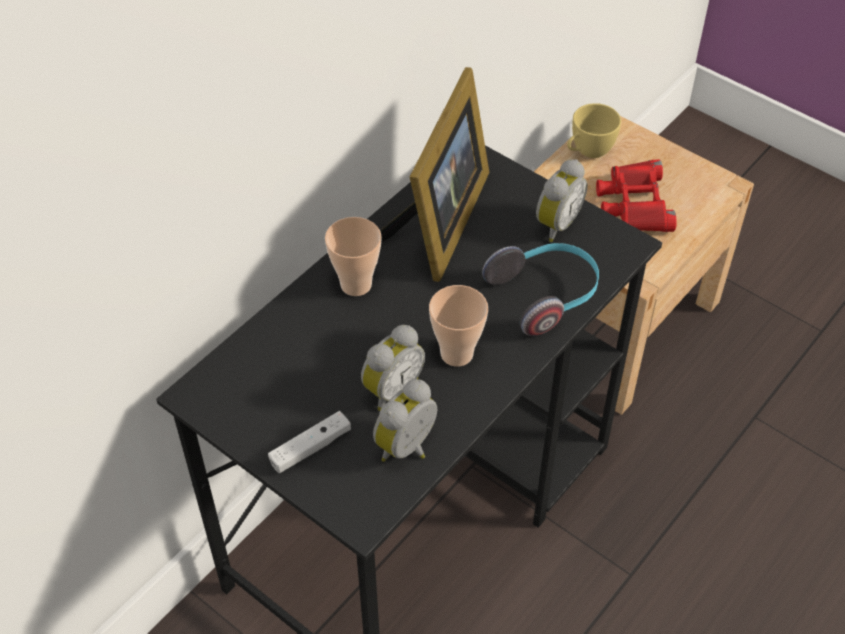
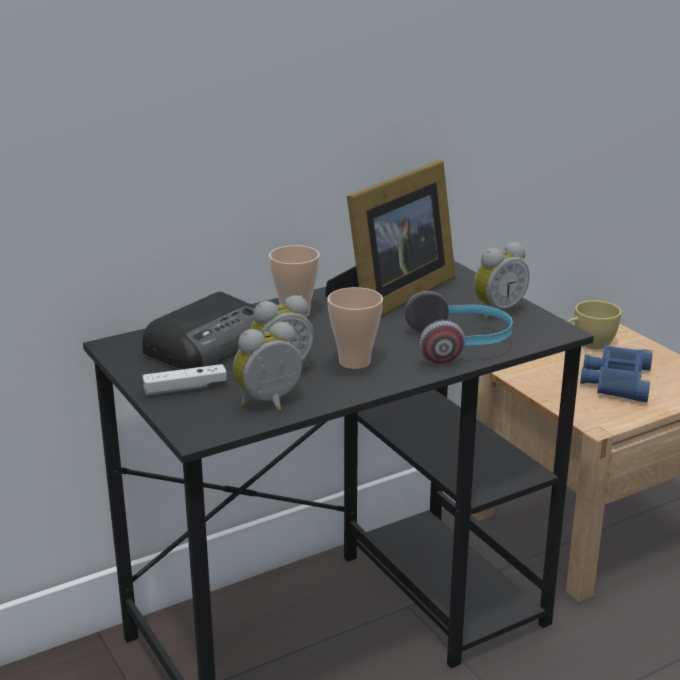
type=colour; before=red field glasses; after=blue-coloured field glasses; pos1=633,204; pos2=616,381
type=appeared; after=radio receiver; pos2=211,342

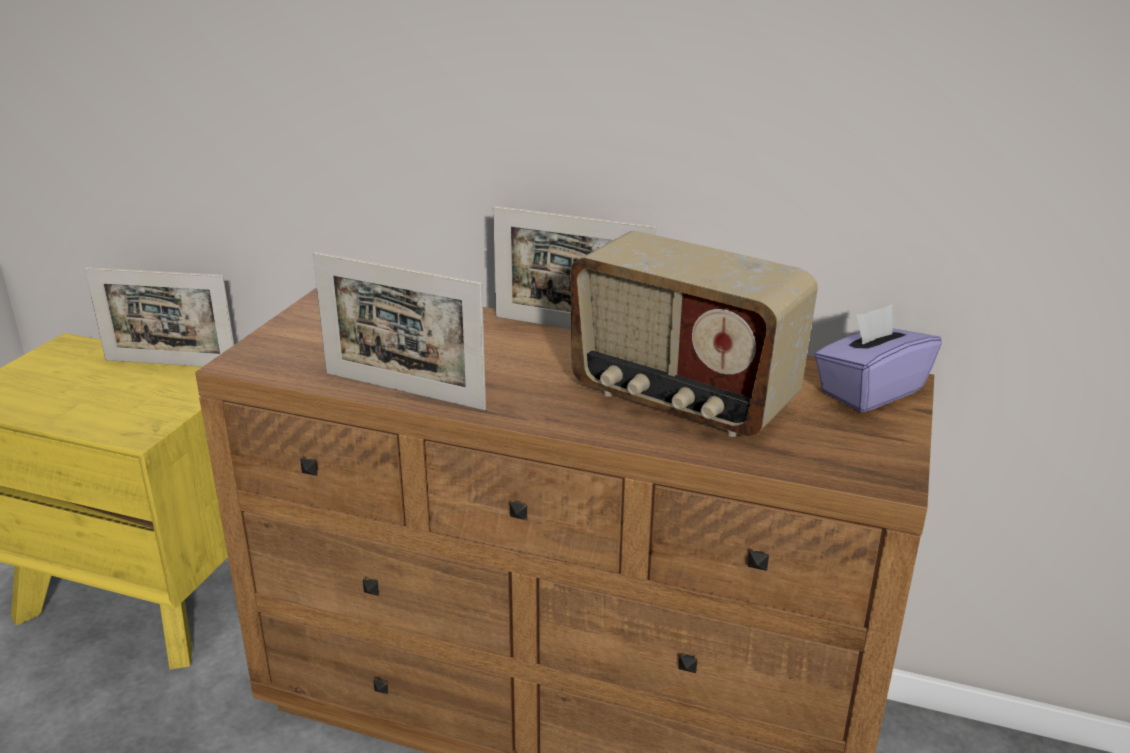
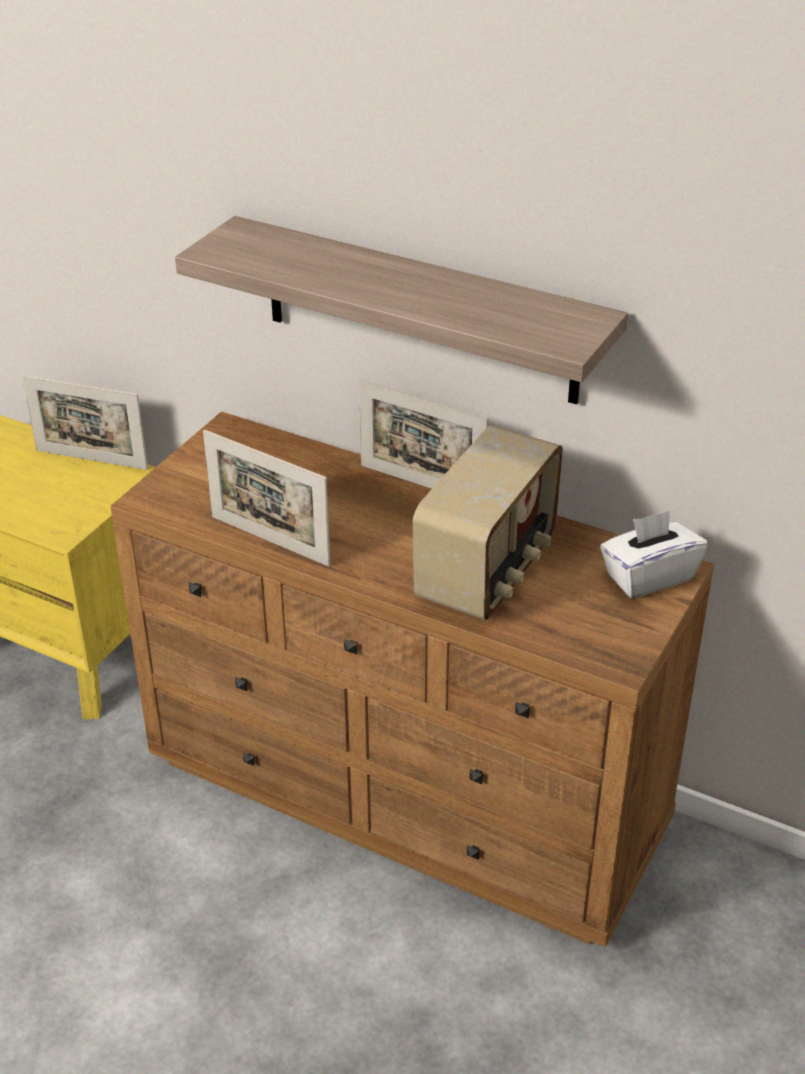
type=spun; before=radio receiver; pos1=681,400; pos2=488,571; turn=-105
type=colour; before=purple-coloured tissue box; after=whitish tissue box; pos1=870,391; pos2=648,577
type=appeared; after=bracket shelf; pos2=419,311

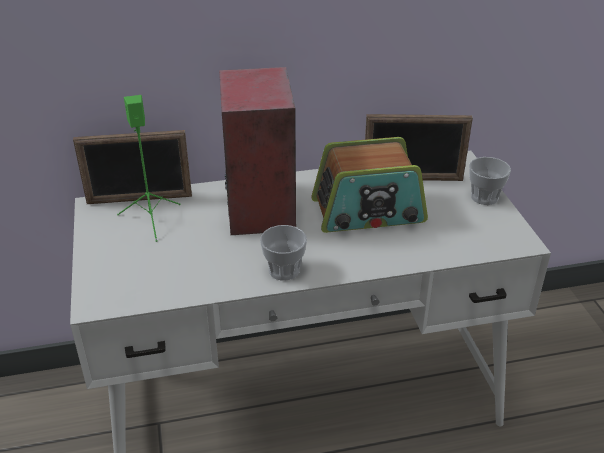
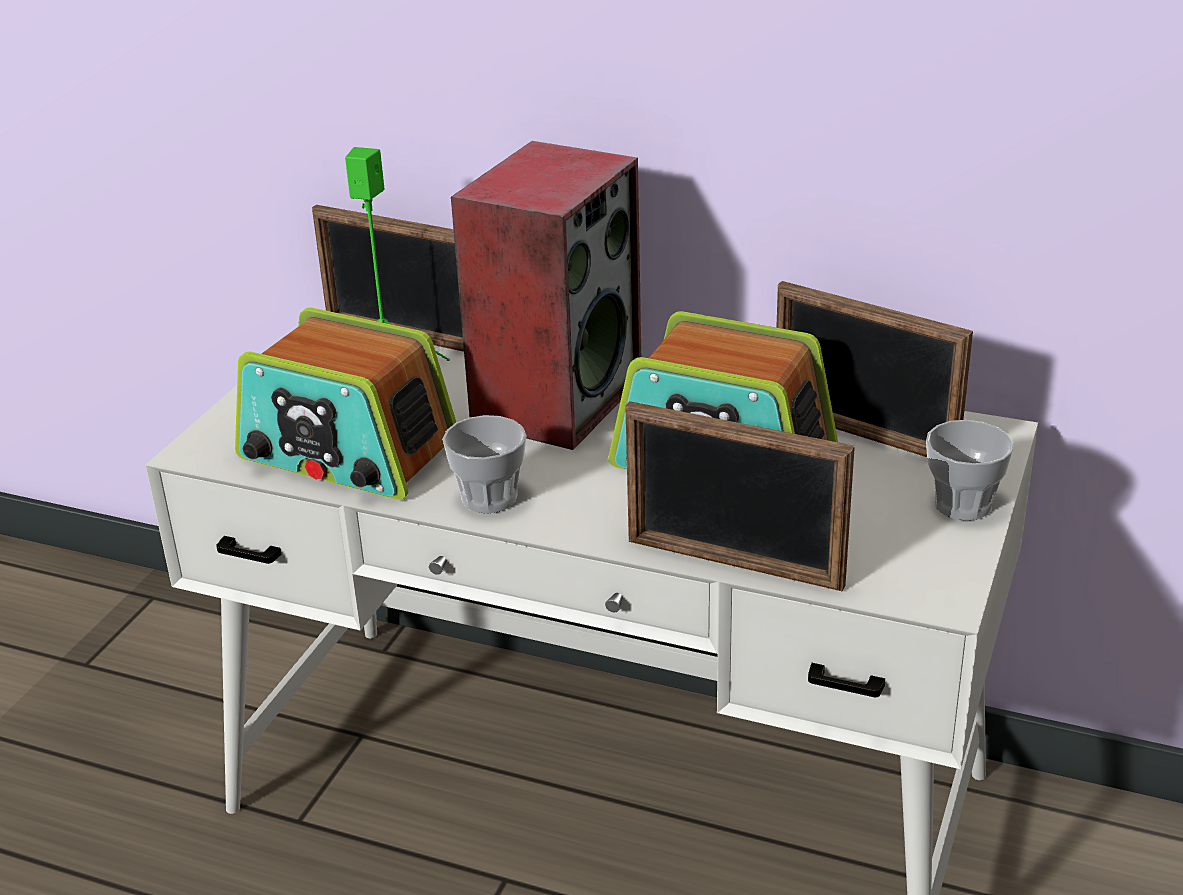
type=appeared; after=radio receiver; pos2=348,454
type=appeared; after=picture frame; pos2=733,564

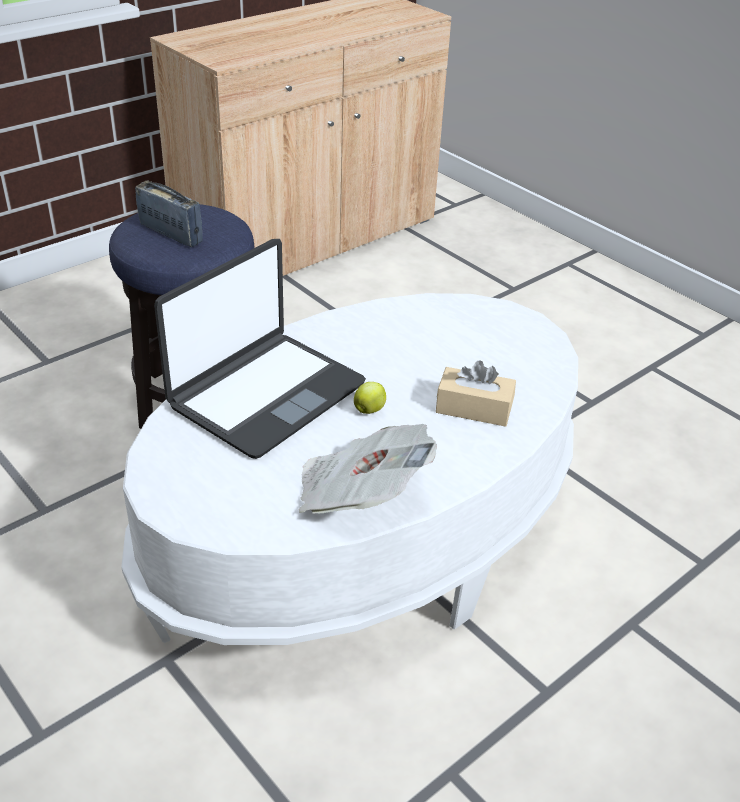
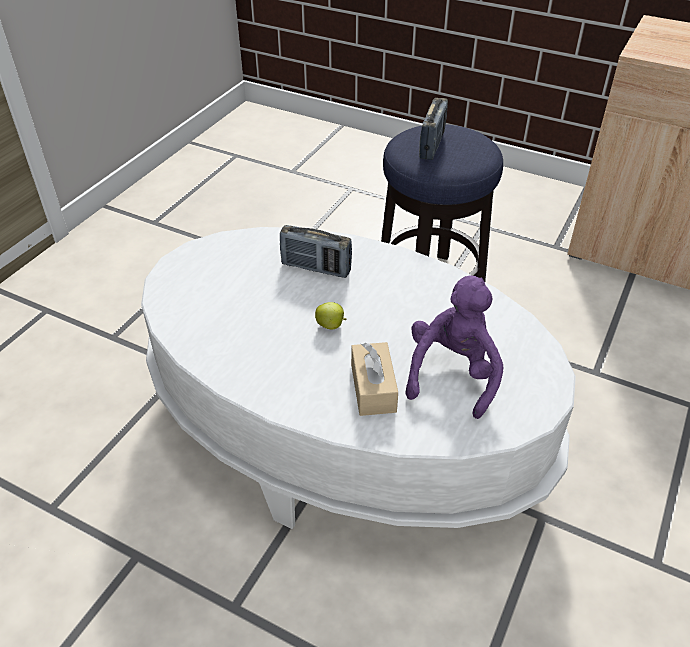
type=exchanged; before=portable computer; after=radio receiver; pos1=266,394; pos2=316,268
type=missing; before=daily paper; pos1=360,495
type=appeared; after=purple-coloured soft toy; pos2=452,374

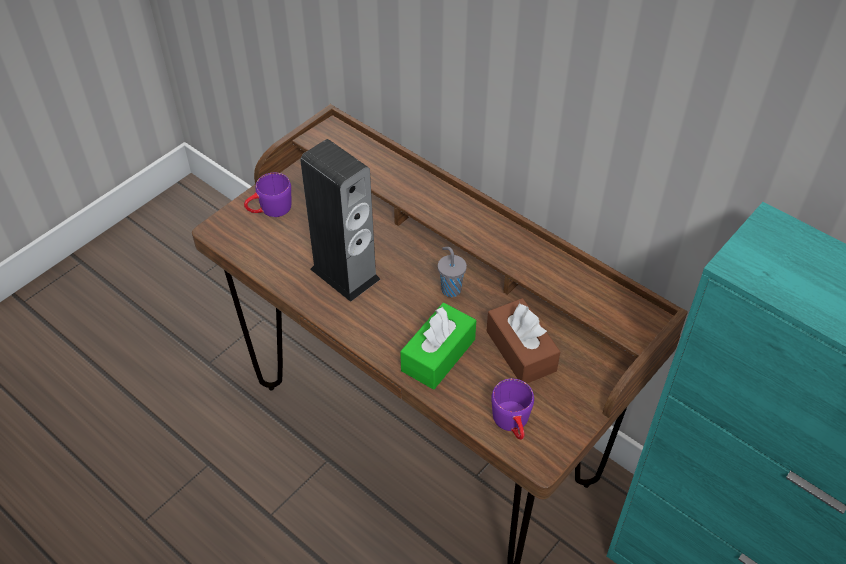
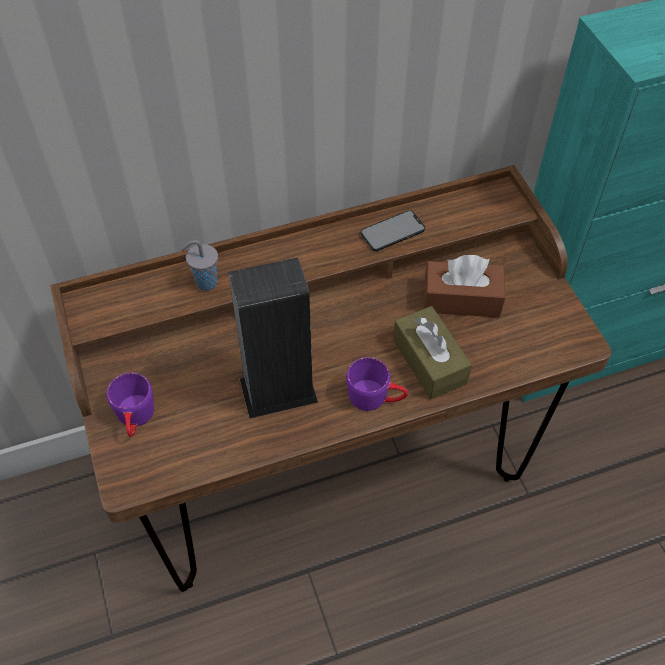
type=relocated; before=gray cup; pos1=450,289; pos2=205,283
type=colour; before=green-coloured tissue box; after=brown tissue box; pos1=438,355; pos2=429,361
type=relocated; before=purple-coloured mug; pos1=513,424; pos2=376,397
type=appeared; after=handset; pos2=392,231

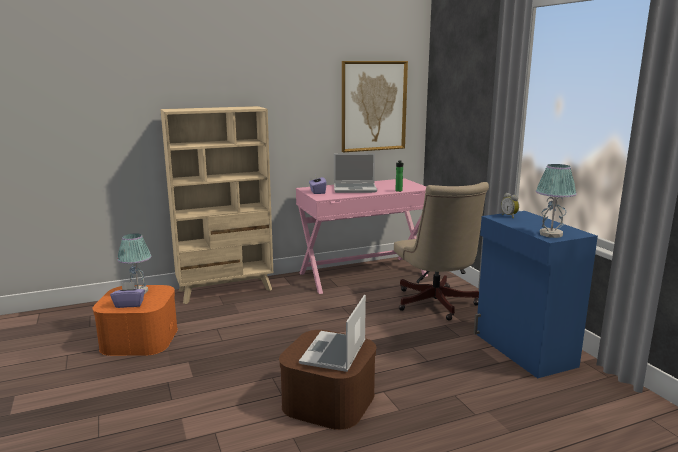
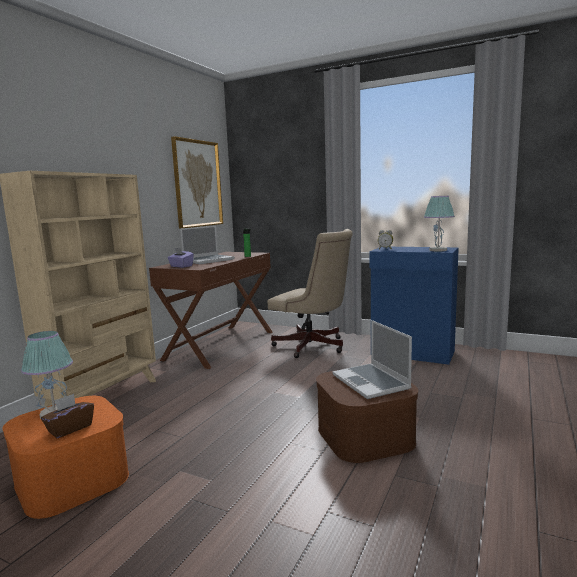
type=colour; before=pink-coloured desk unit; after=brown desk unit; pos1=363,274; pos2=220,345
type=colour; before=purple-coloured tissue box; after=brown tissue box; pos1=129,304; pos2=70,429

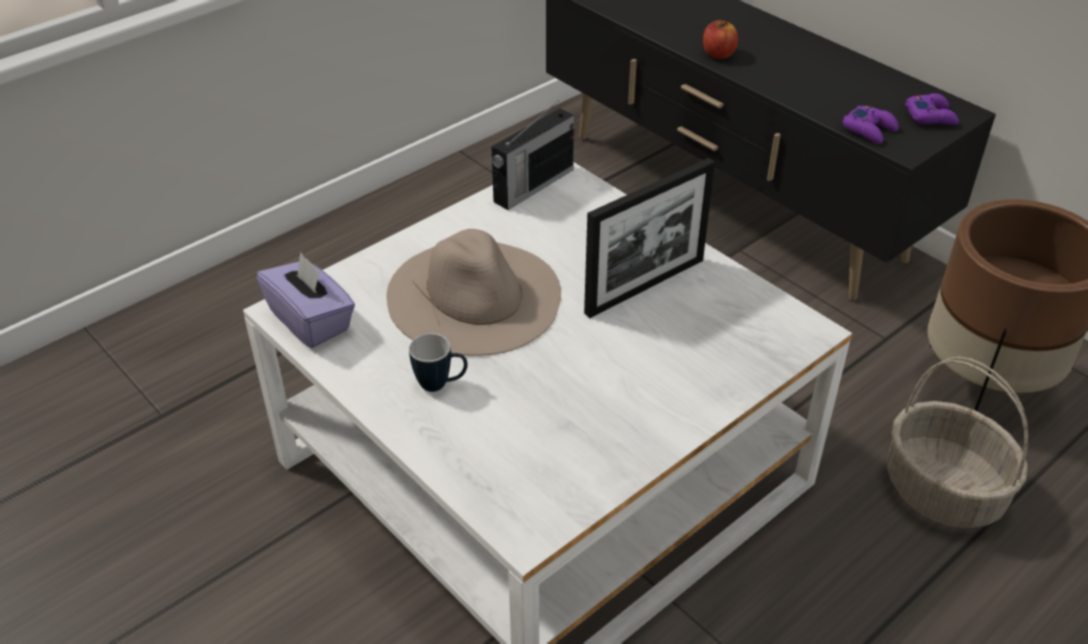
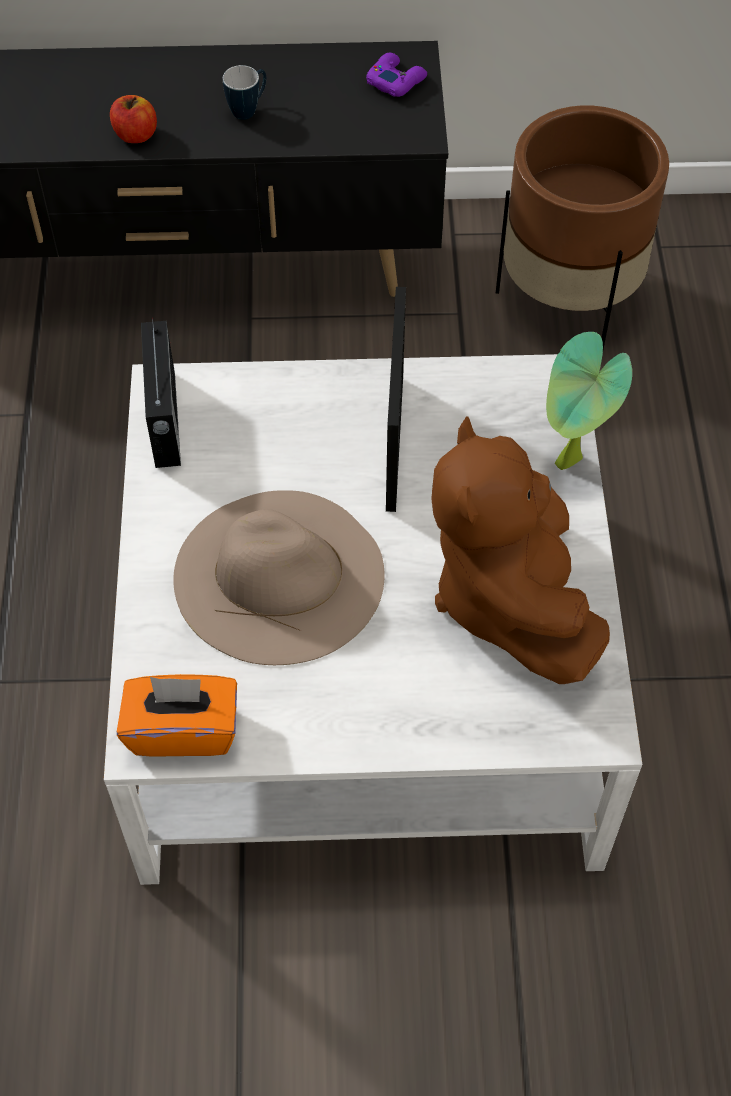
type=missing; before=purple-coloured gamepad; pos1=869,130
type=colour; before=purple-coloured tissue box; after=orangey tissue box; pos1=311,321; pos2=183,730
type=relocated; before=mug; pos1=441,384; pos2=249,110
type=missing; before=storage basket; pos1=944,491
type=appeared; after=plant in a pot; pos2=569,465
type=appeared; after=brown soft toy; pos2=509,597

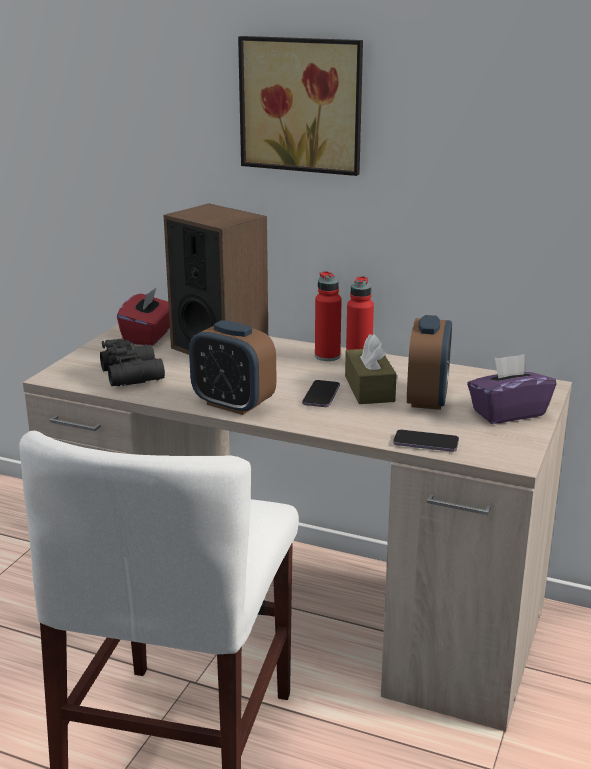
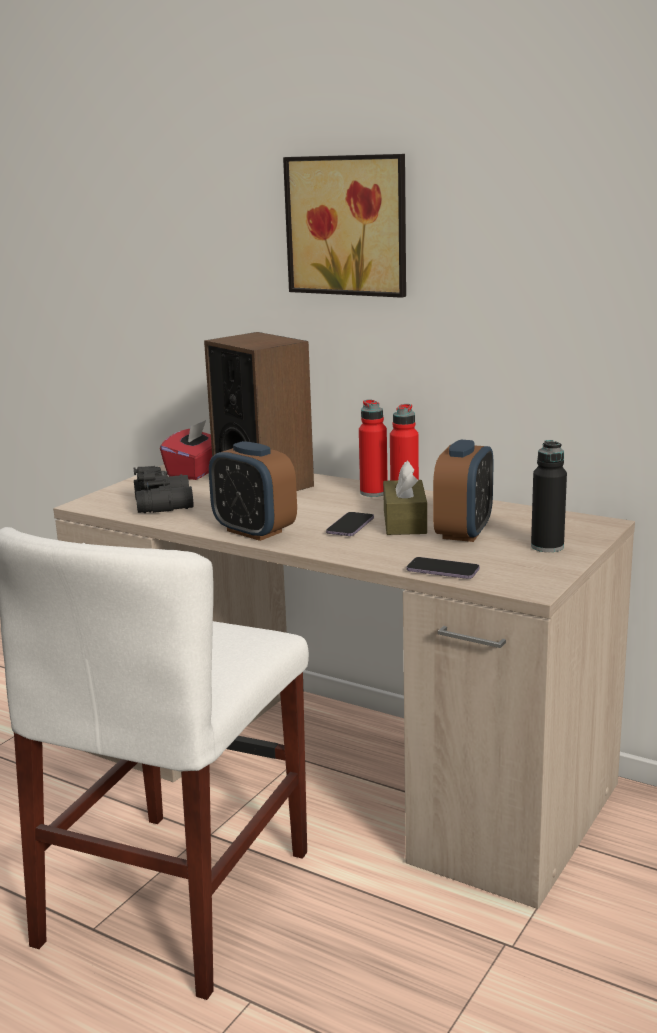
type=exchanged; before=purple-coloured tissue box; after=blackish bottle; pos1=507,413; pos2=547,547

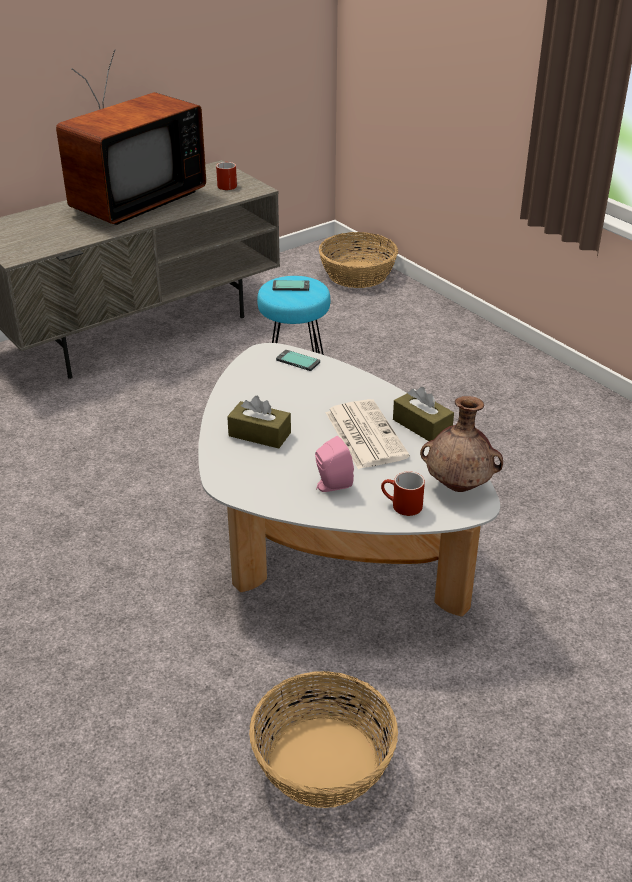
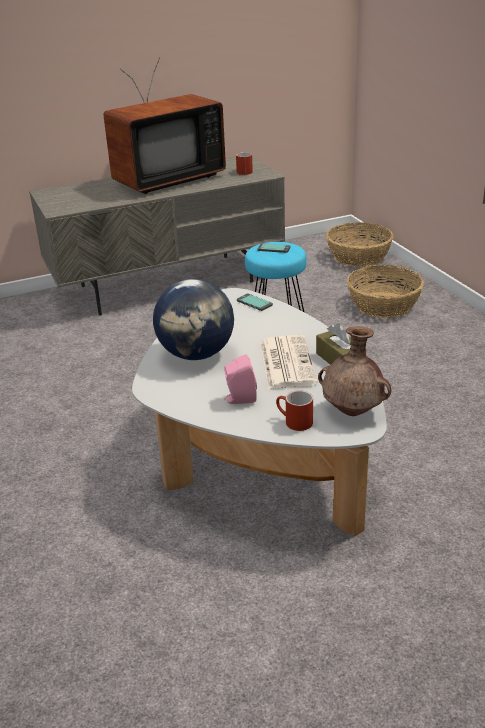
type=exchanged; before=brown tissue box; after=globe; pos1=259,434; pos2=197,354
type=relocated; before=storage basket; pos1=322,762; pos2=383,305

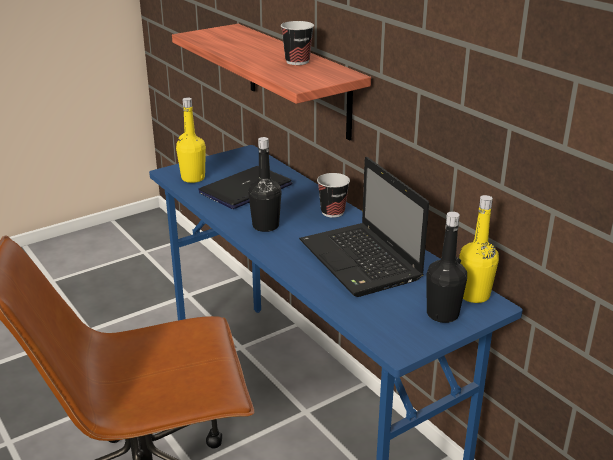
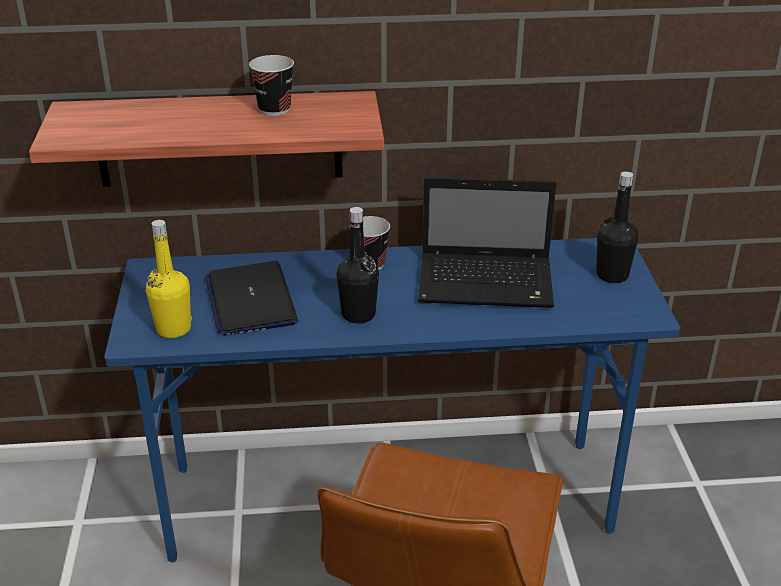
type=missing; before=yellowish bottle; pos1=474,295

